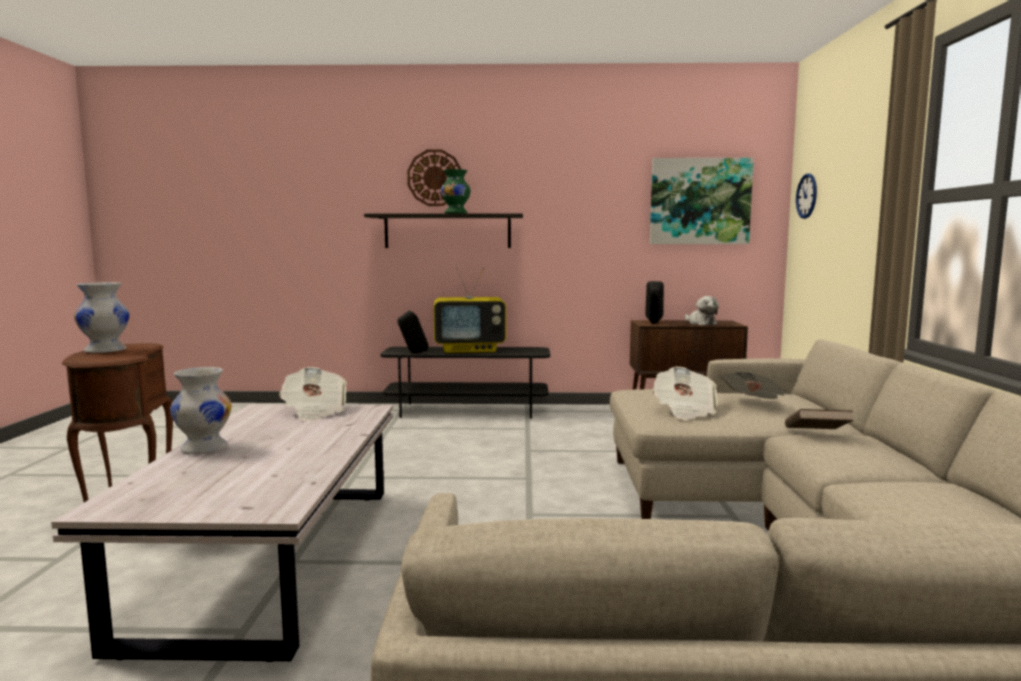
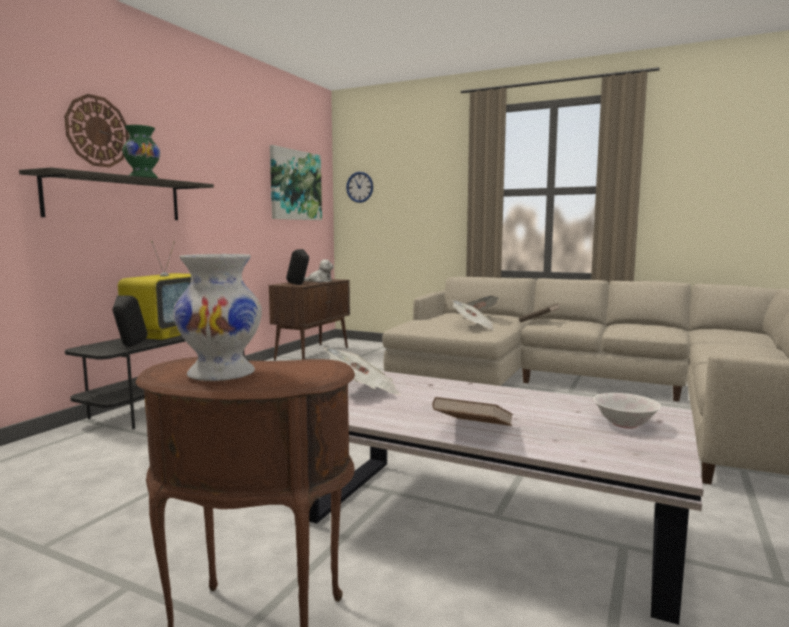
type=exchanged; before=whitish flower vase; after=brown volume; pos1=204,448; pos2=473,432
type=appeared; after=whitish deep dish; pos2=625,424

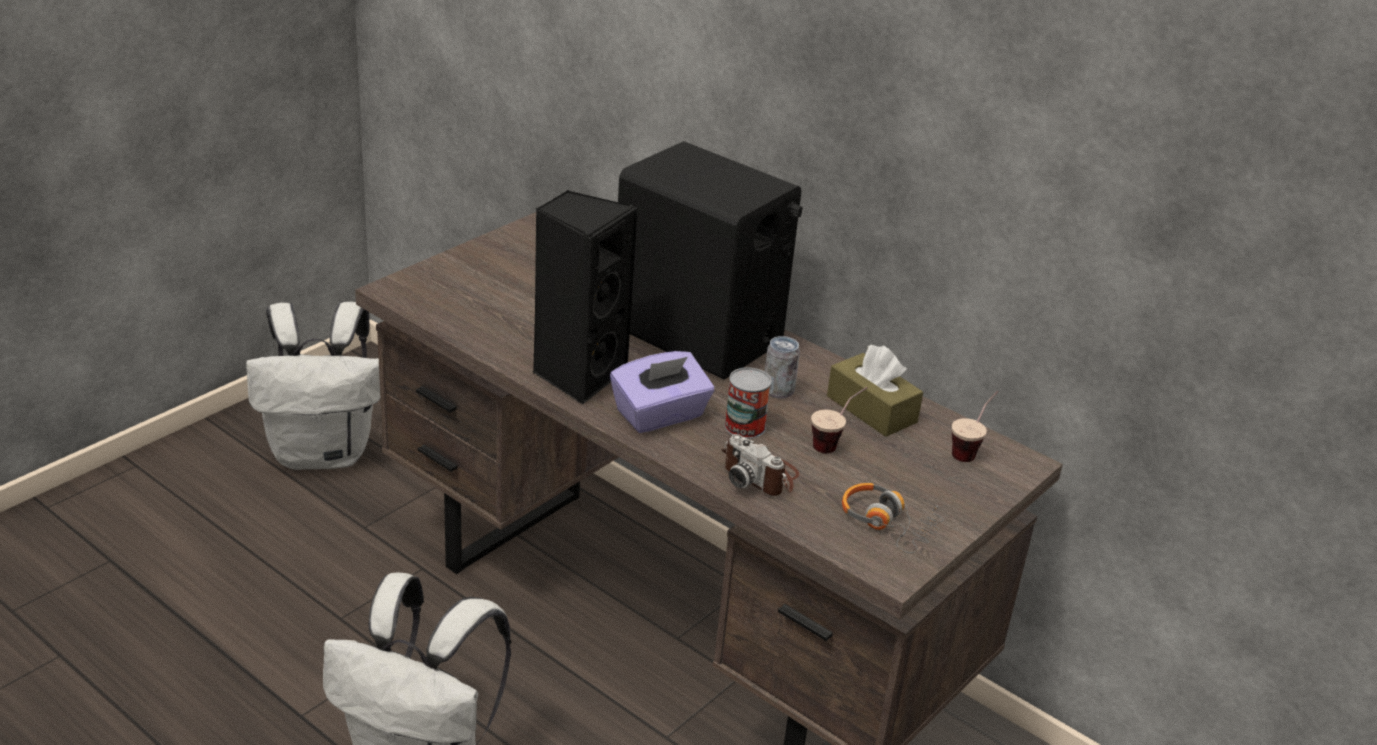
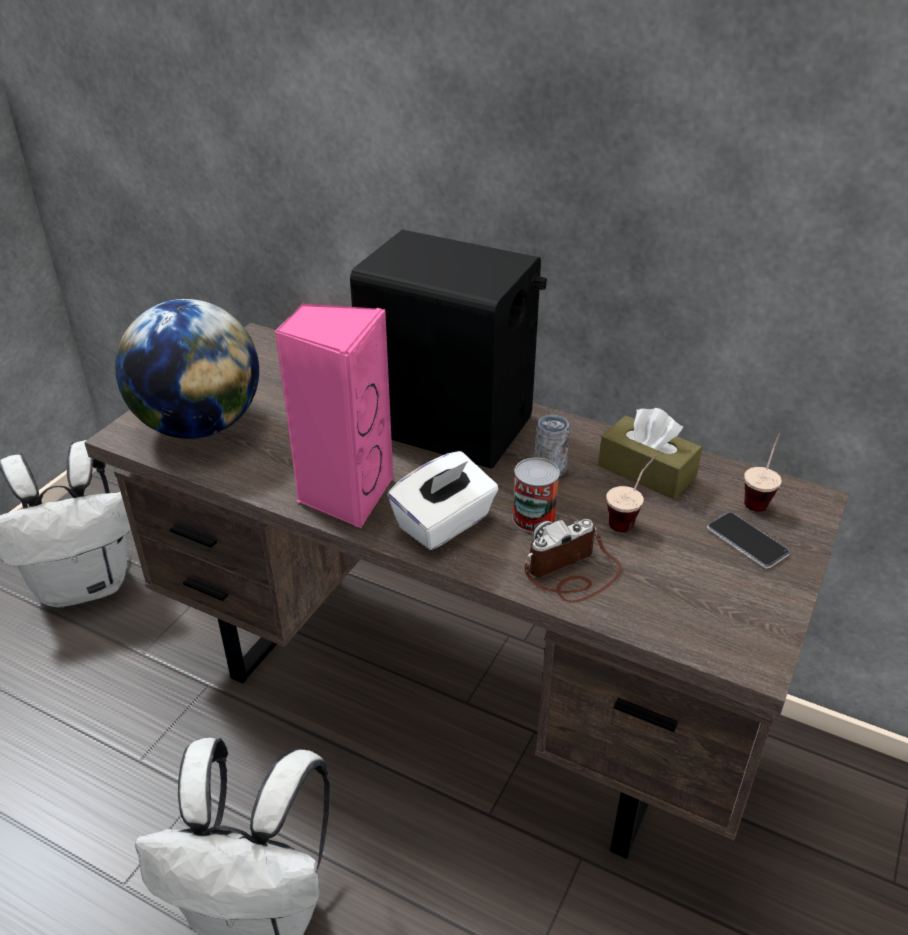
type=colour; before=blackish audio speaker; after=pink-coloured audio speaker; pos1=578,375; pos2=344,494
type=colour; before=purple-coloured tissue box; after=whitish tissue box; pos1=660,415; pos2=444,523
type=spun; before=still camera; pos1=760,474; pos2=572,572; turn=120
type=missing; before=headphones; pos1=888,524
type=appeared; after=globe; pos2=199,426
type=appeared; after=handset; pos2=747,541

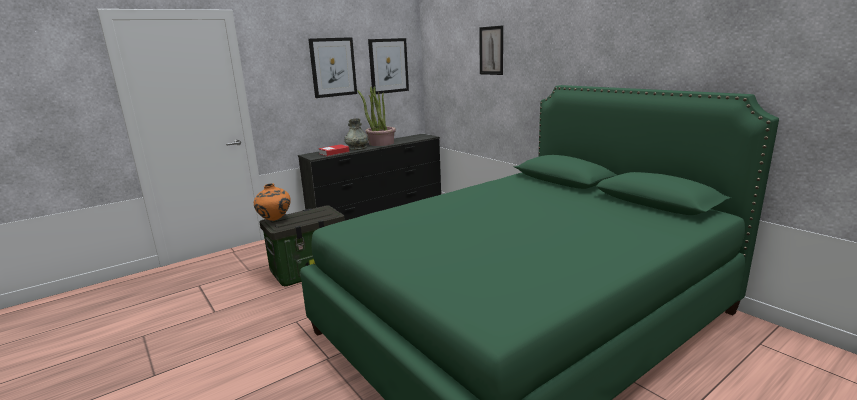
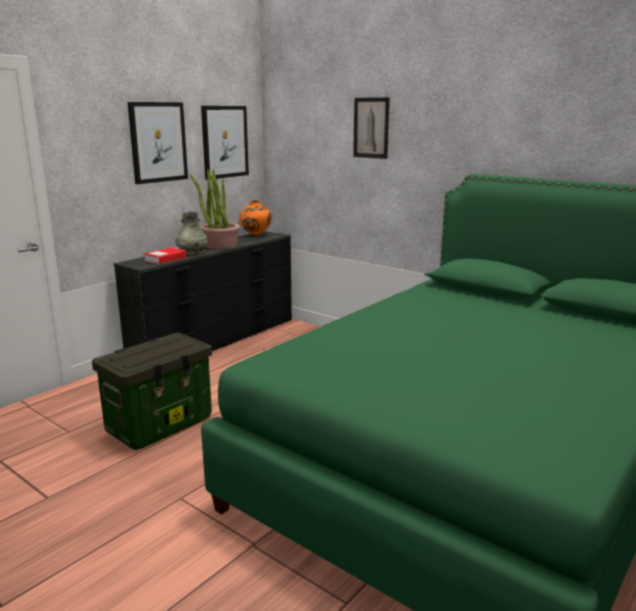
type=relocated; before=orangey flower vase; pos1=275,220; pos2=256,235

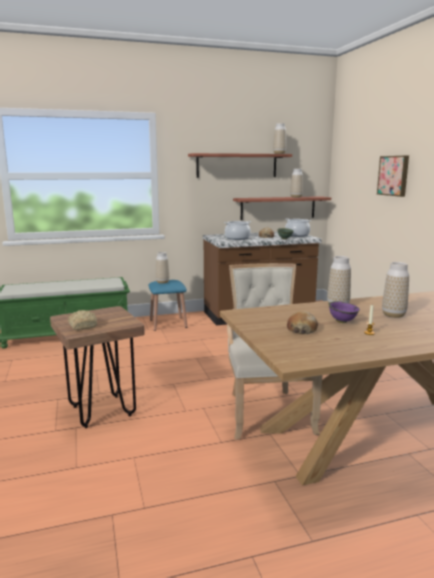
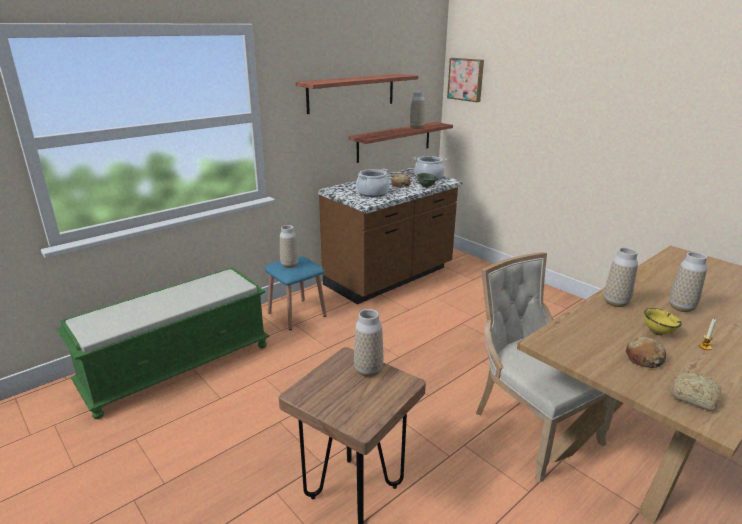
type=relocated; before=flower vase; pos1=279,153; pos2=368,370
type=relocated; before=wall picture; pos1=394,175; pos2=466,79
type=colour; before=purple-coloured deep dish; after=yellowish deep dish; pos1=342,321; pos2=657,332
type=relocated; before=baked bread; pos1=83,326; pos2=691,396

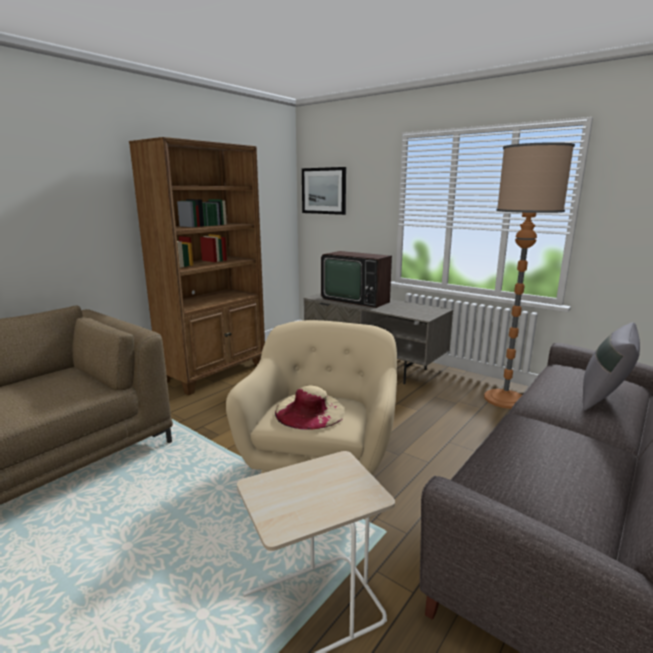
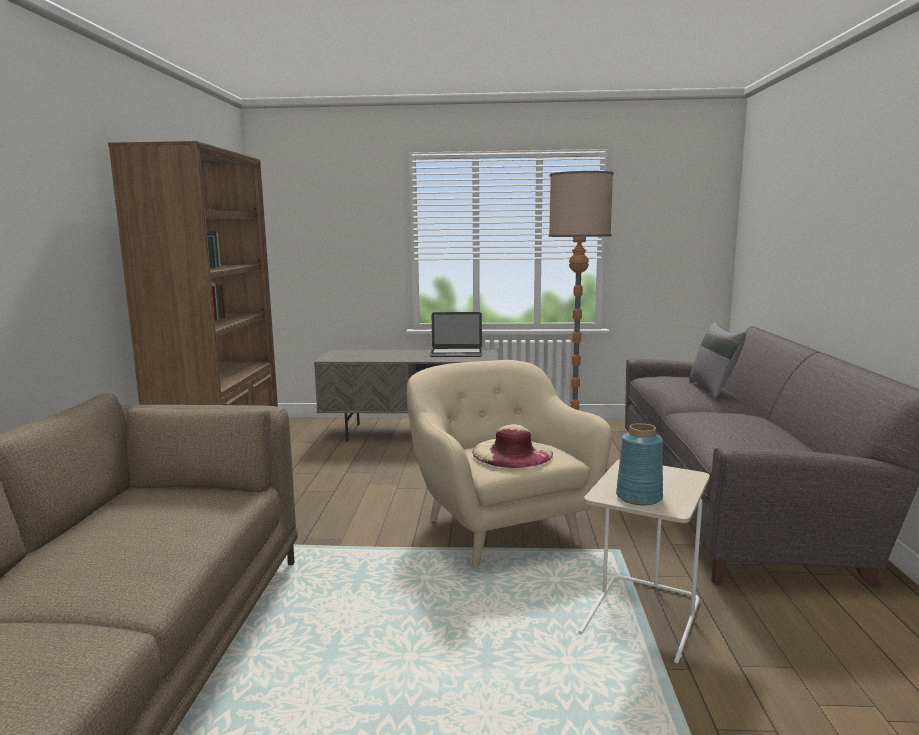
type=missing; before=wall picture; pos1=324,191
type=missing; before=TV set; pos1=356,299
type=appeared; after=portable computer; pos2=456,353
type=appeared; after=blue-coloured flower vase; pos2=638,497

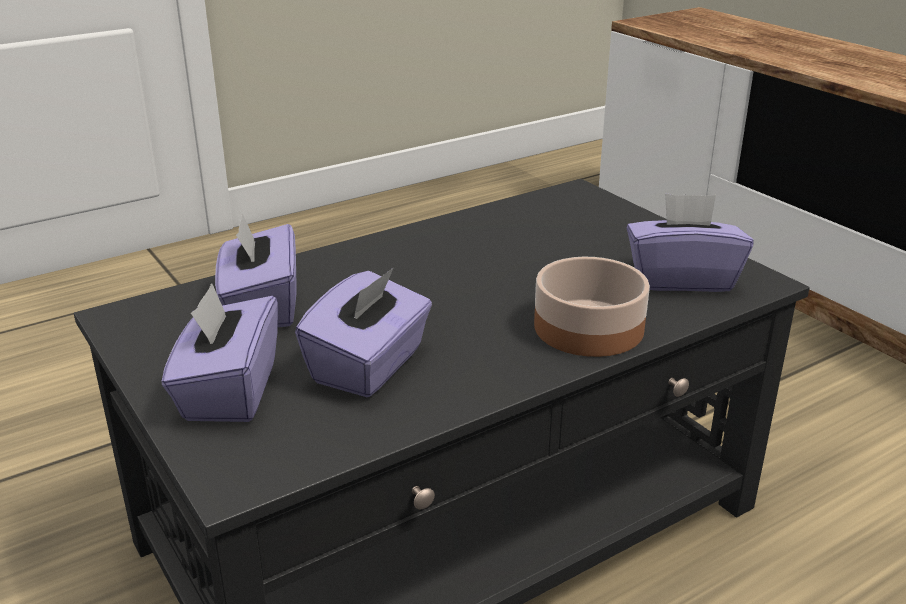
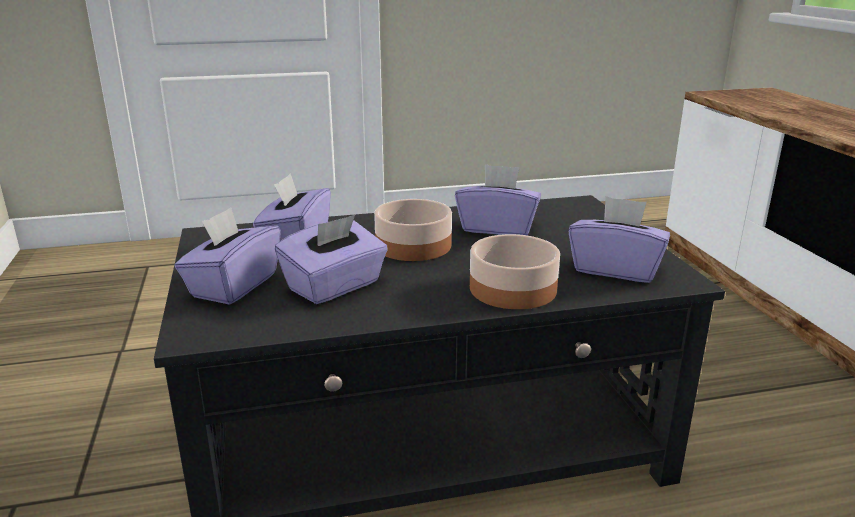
type=appeared; after=purple-coloured tissue box; pos2=497,227
type=appeared; after=deep dish; pos2=412,246

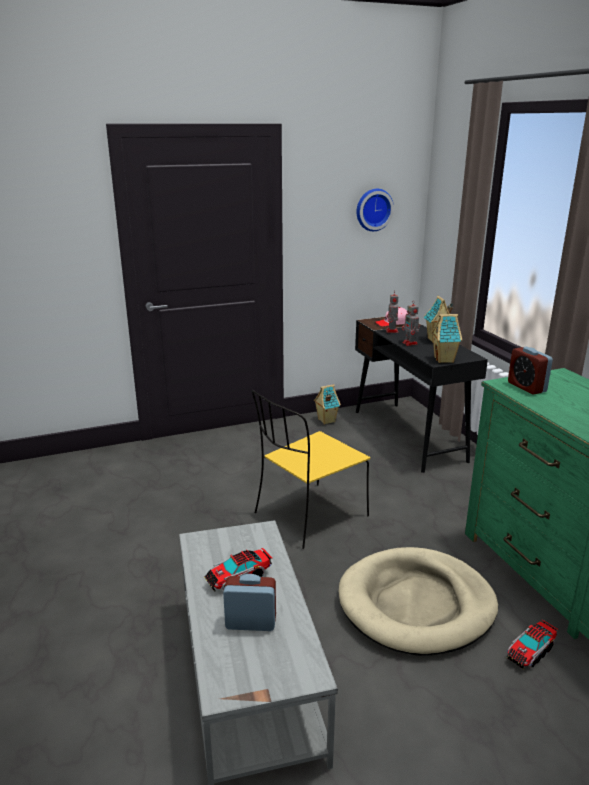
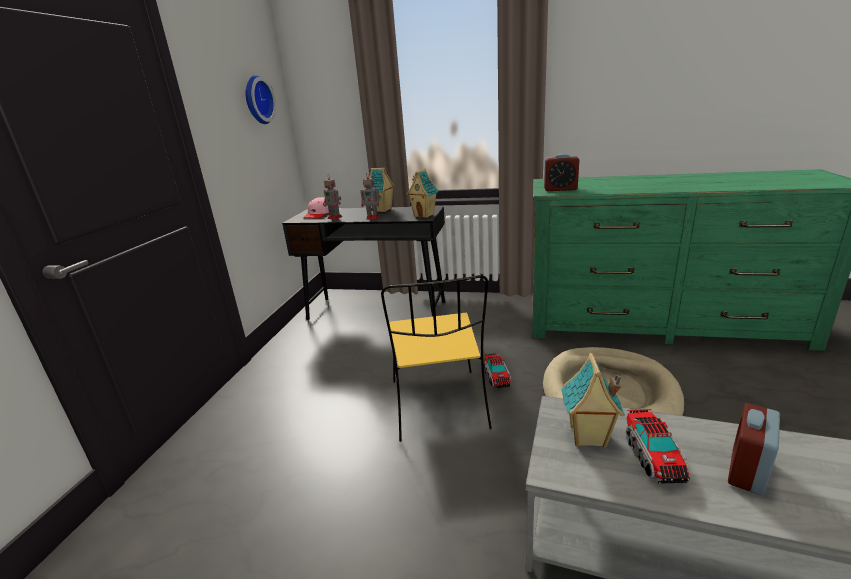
type=relocated; before=model house; pos1=326,421; pos2=587,437
type=relocated; before=toy truck; pos1=530,652; pos2=496,377

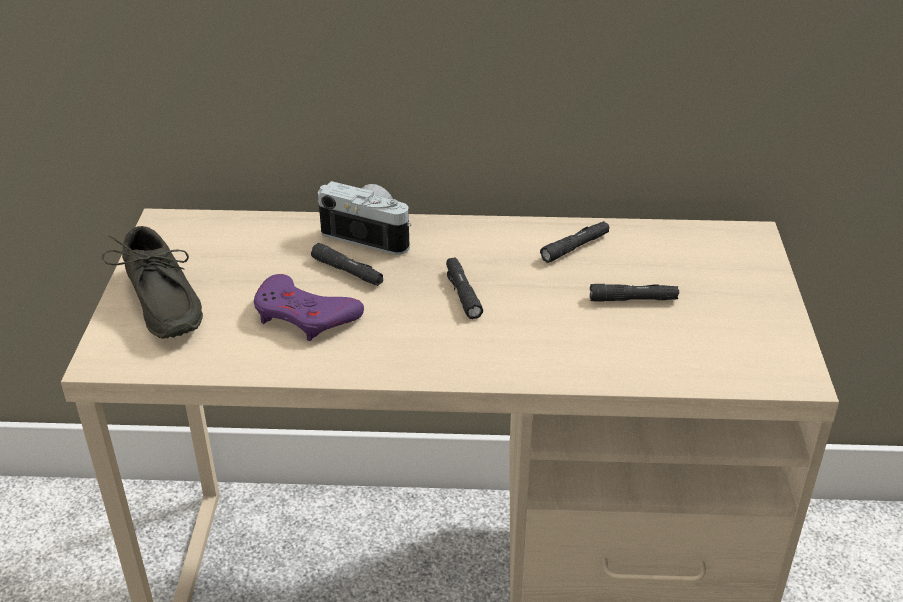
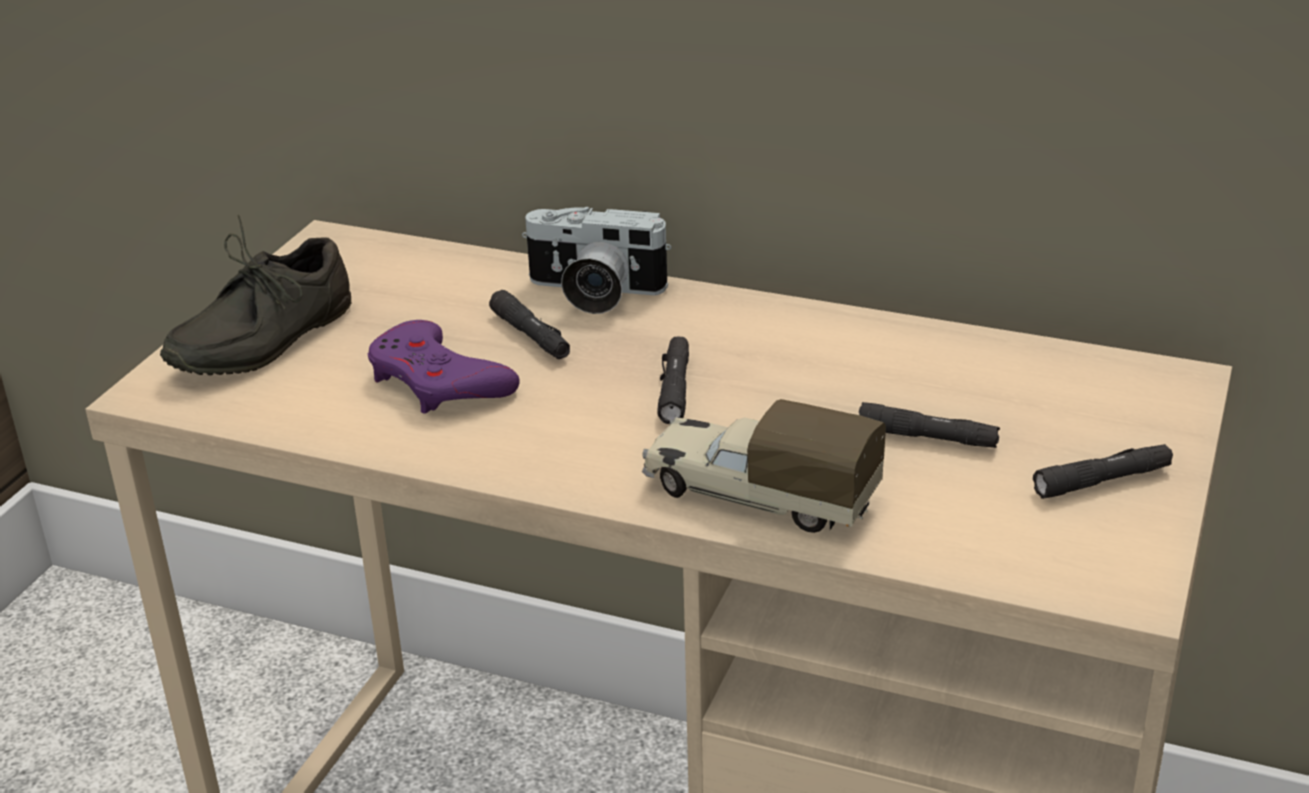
type=spun; before=still camera; pos1=371,234; pos2=593,293; turn=150
type=relocated; before=blackish torch; pos1=575,247; pos2=1102,481
type=spun; before=gray shoe; pos1=158,306; pos2=258,339; turn=45
type=appeared; after=toy truck; pos2=757,495

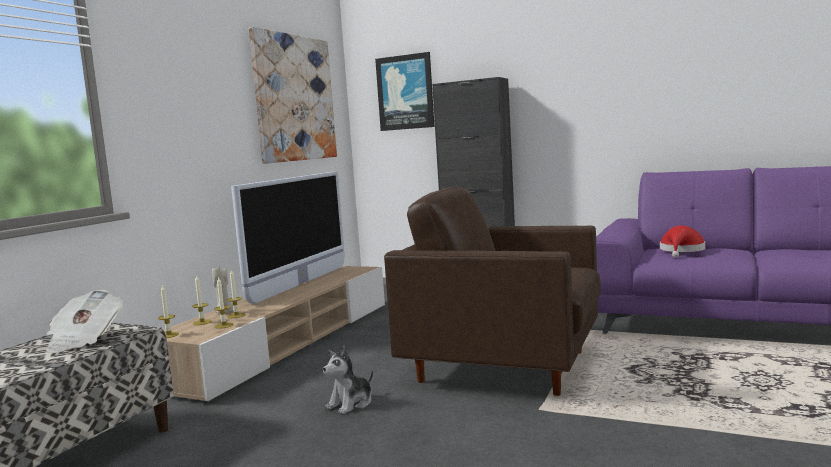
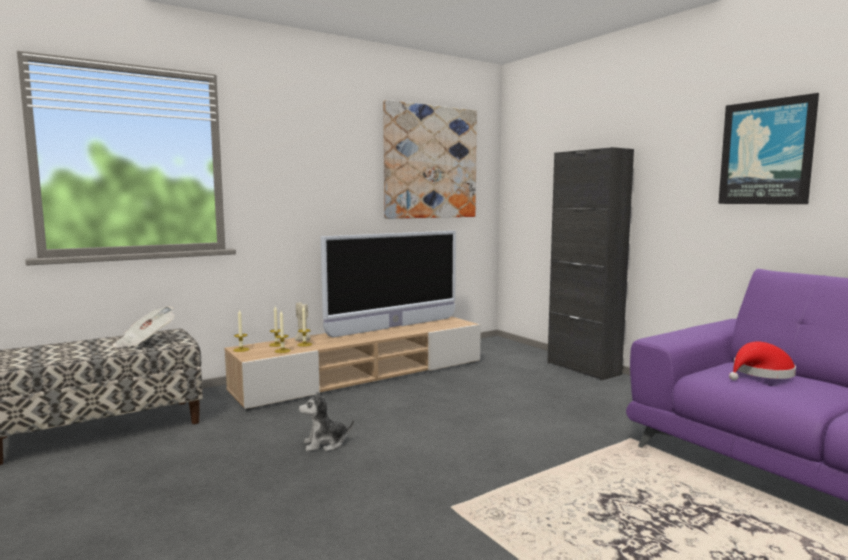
type=relocated; before=wall picture; pos1=405,92; pos2=766,152
type=missing; before=brown easy chair; pos1=505,367

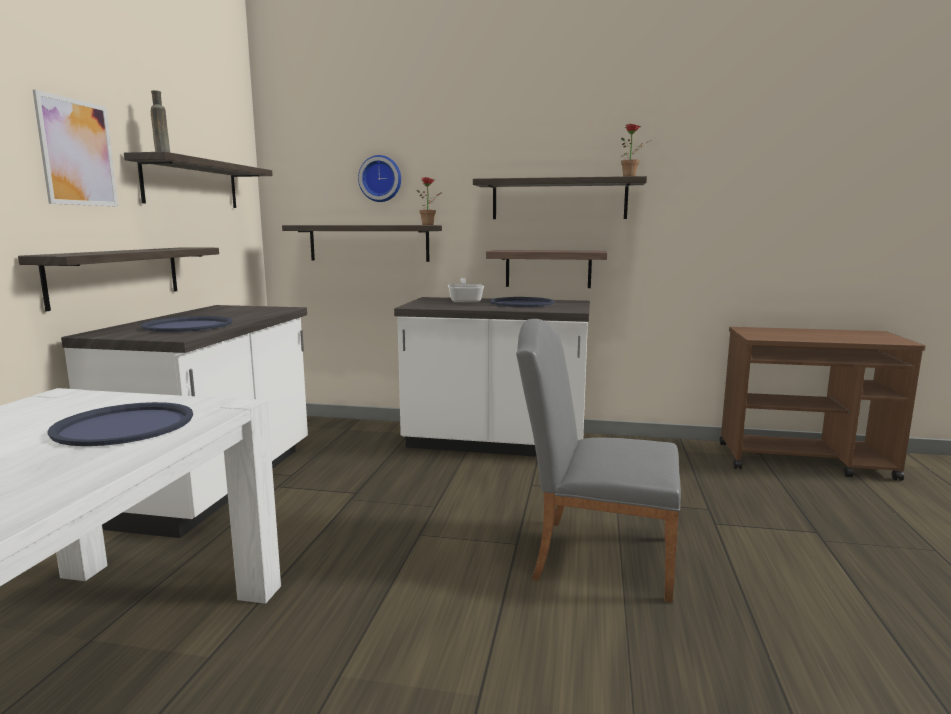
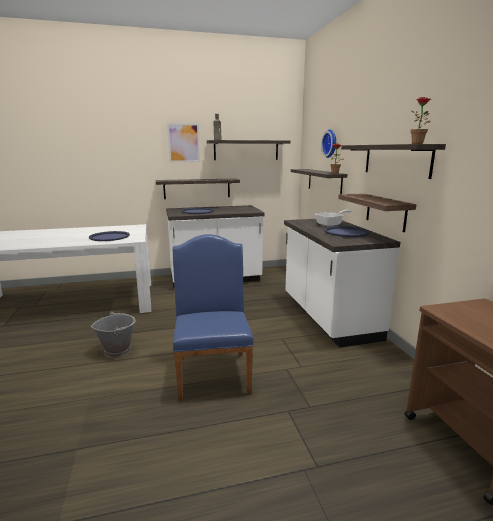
type=colour; before=gray plain chair; after=blue-coloured plain chair; pos1=593,555; pos2=213,370
type=appeared; after=gray pail; pos2=117,350

